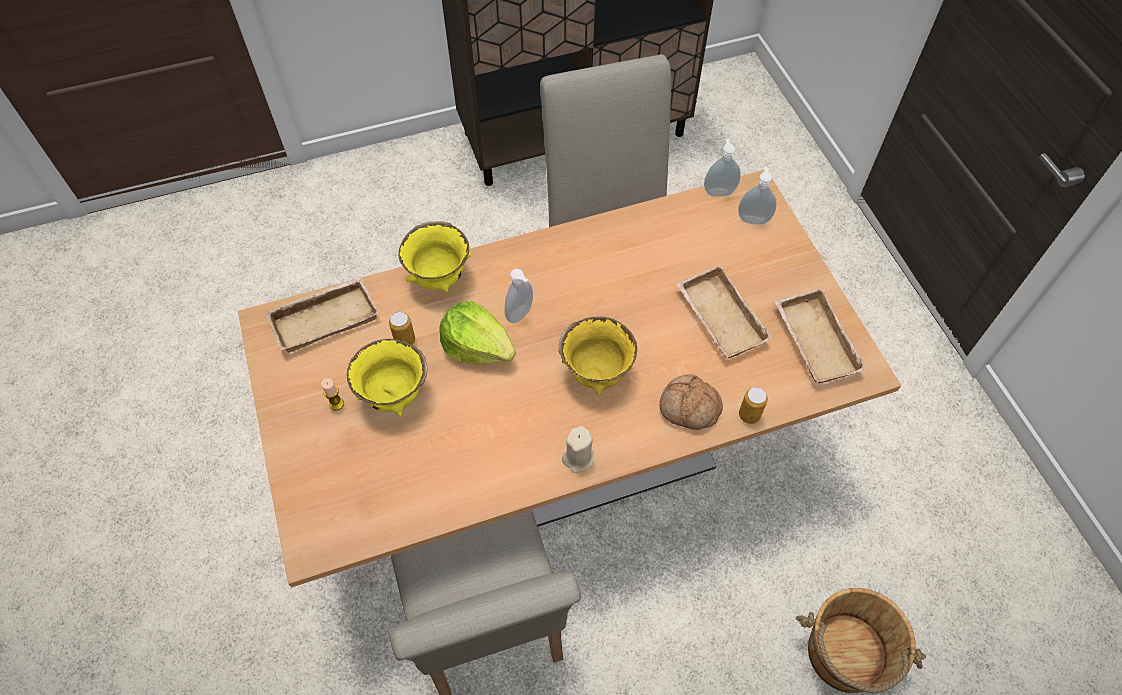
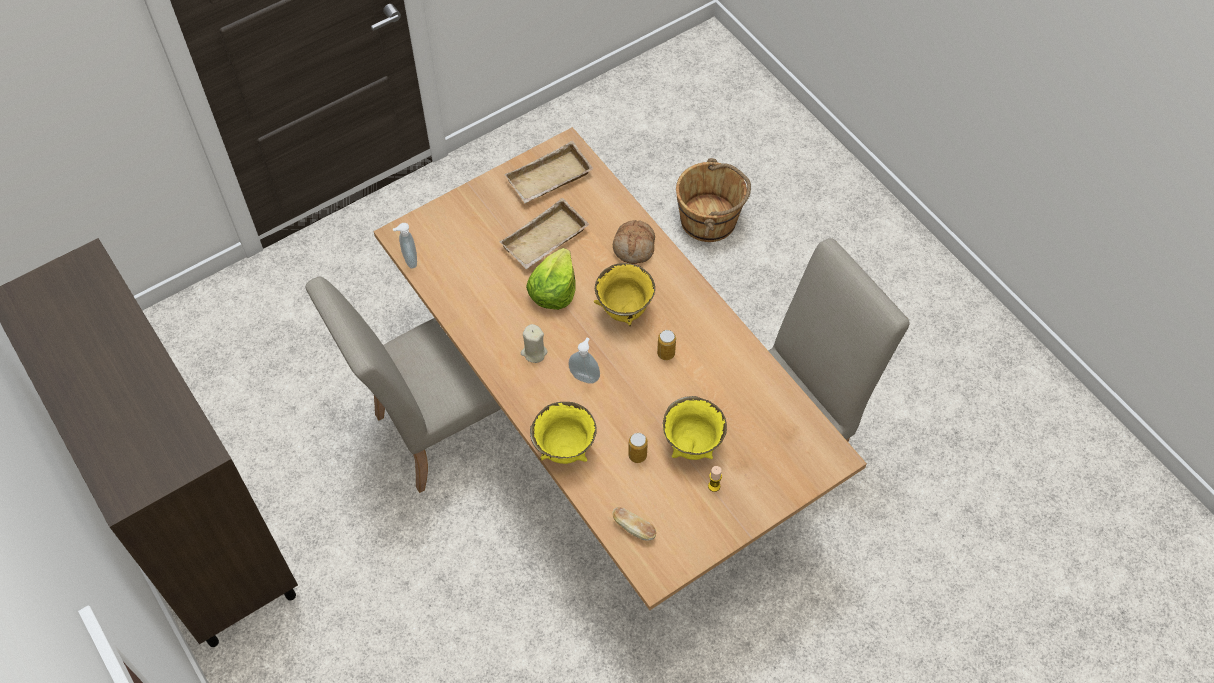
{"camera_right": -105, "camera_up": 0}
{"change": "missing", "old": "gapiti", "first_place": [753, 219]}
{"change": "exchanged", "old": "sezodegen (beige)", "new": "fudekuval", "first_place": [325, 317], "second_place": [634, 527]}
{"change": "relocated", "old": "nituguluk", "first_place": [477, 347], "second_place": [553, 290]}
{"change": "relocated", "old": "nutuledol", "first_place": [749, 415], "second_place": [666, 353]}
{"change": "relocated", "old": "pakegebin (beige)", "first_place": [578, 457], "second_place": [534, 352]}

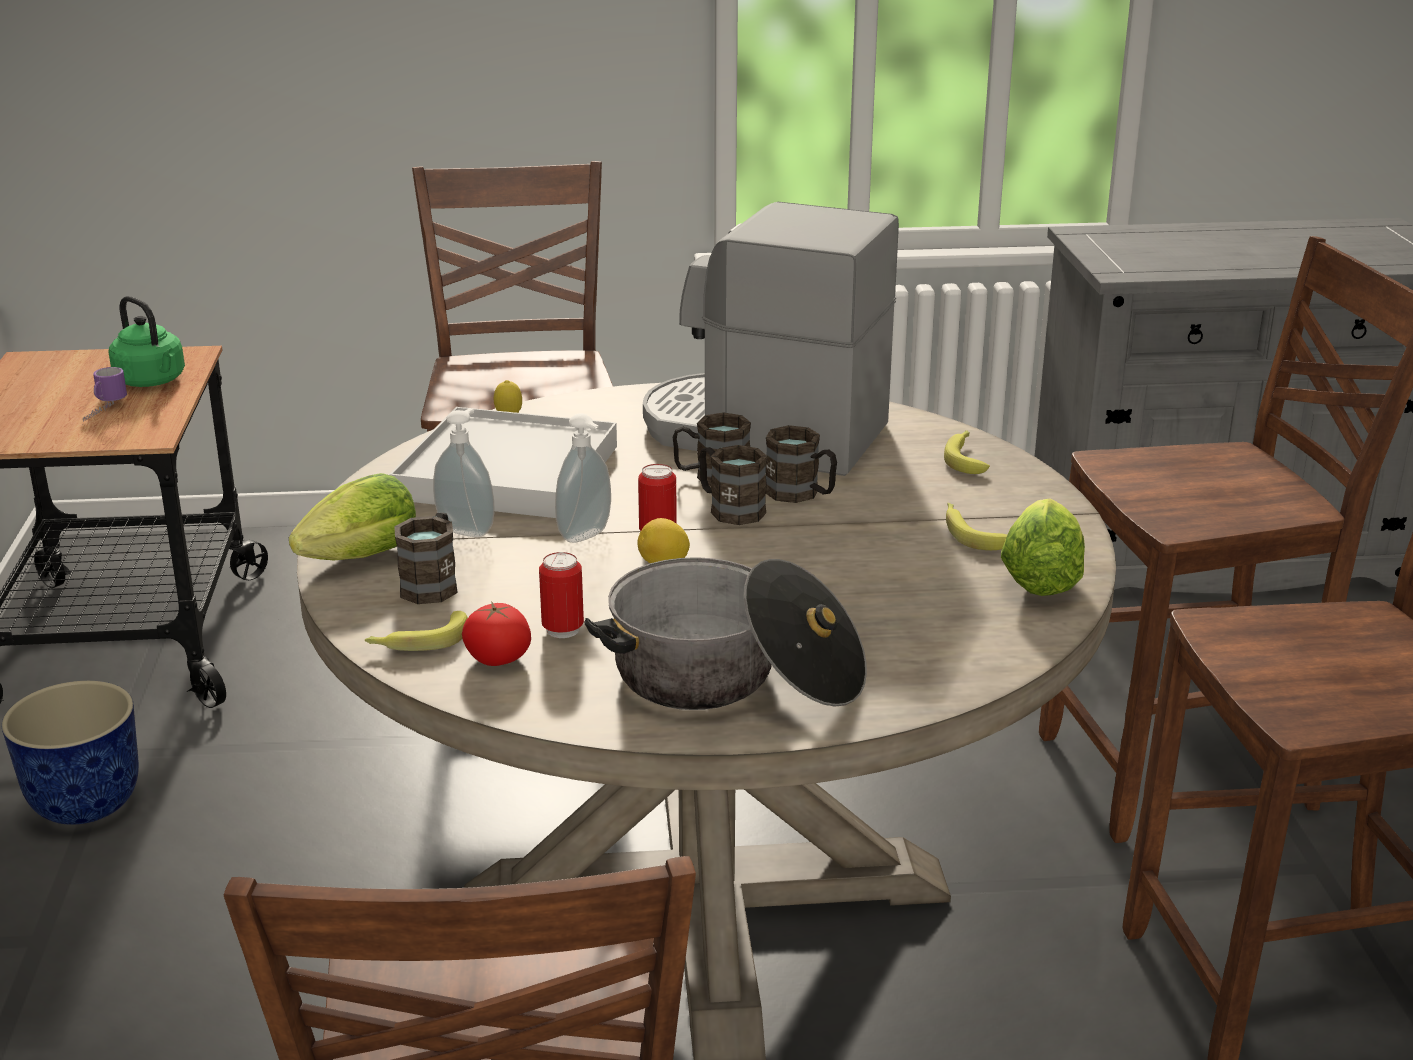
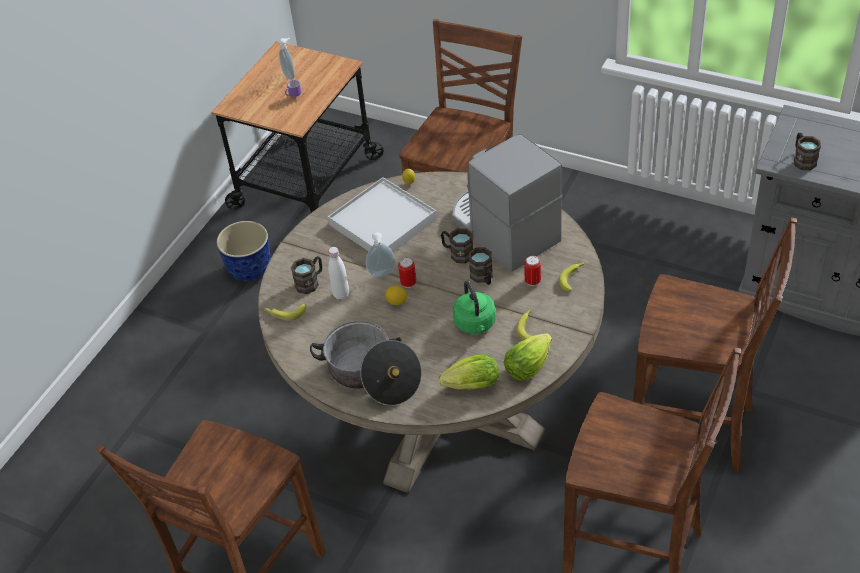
{"camera_right": 35, "camera_up": 20}
{"change": "relocated", "old": "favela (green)", "first_place": [152, 381], "second_place": [475, 324]}
{"change": "relocated", "old": "gapiti", "first_place": [468, 530], "second_place": [290, 75]}
{"change": "relocated", "old": "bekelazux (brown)", "first_place": [729, 508], "second_place": [802, 159]}
{"change": "relocated", "old": "nituguluk", "first_place": [355, 560], "second_place": [469, 386]}
{"change": "relocated", "old": "nutuledol", "first_place": [563, 630], "second_place": [532, 281]}
{"change": "missing", "old": "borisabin", "first_place": [498, 659]}
{"change": "appeared", "new": "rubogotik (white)", "second_place": [341, 294]}

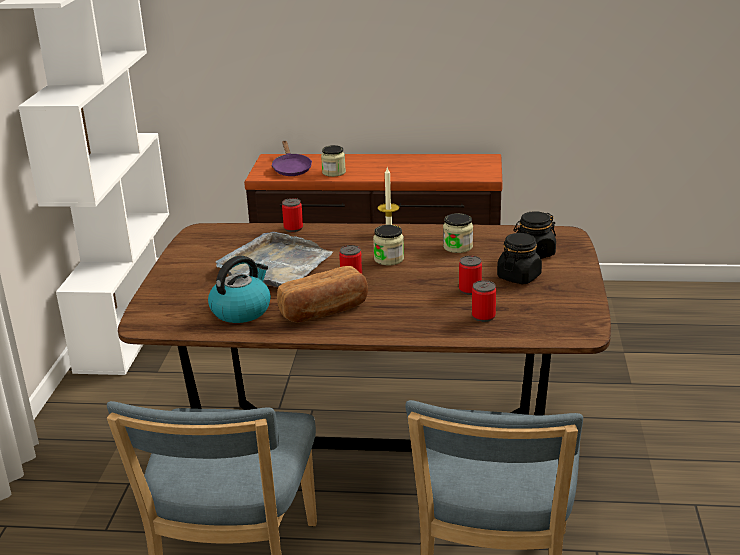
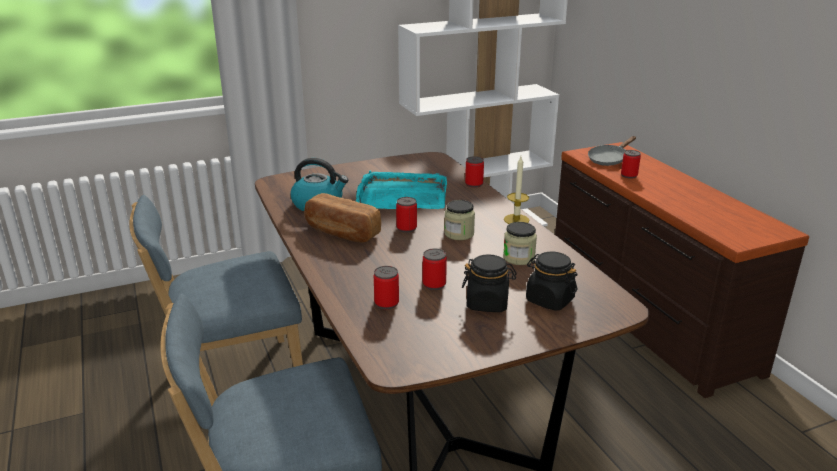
{"camera_right": 60, "camera_up": 0}
{"change": "colour", "old": "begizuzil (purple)", "new": "begizuzil (grey)", "first_place": [291, 169], "second_place": [609, 159]}
{"change": "exchanged", "old": "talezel", "new": "nutuledol", "first_place": [334, 172], "second_place": [629, 175]}
{"change": "colour", "old": "sezodegen (grey)", "new": "sezodegen (turquoise)", "first_place": [275, 265], "second_place": [401, 195]}

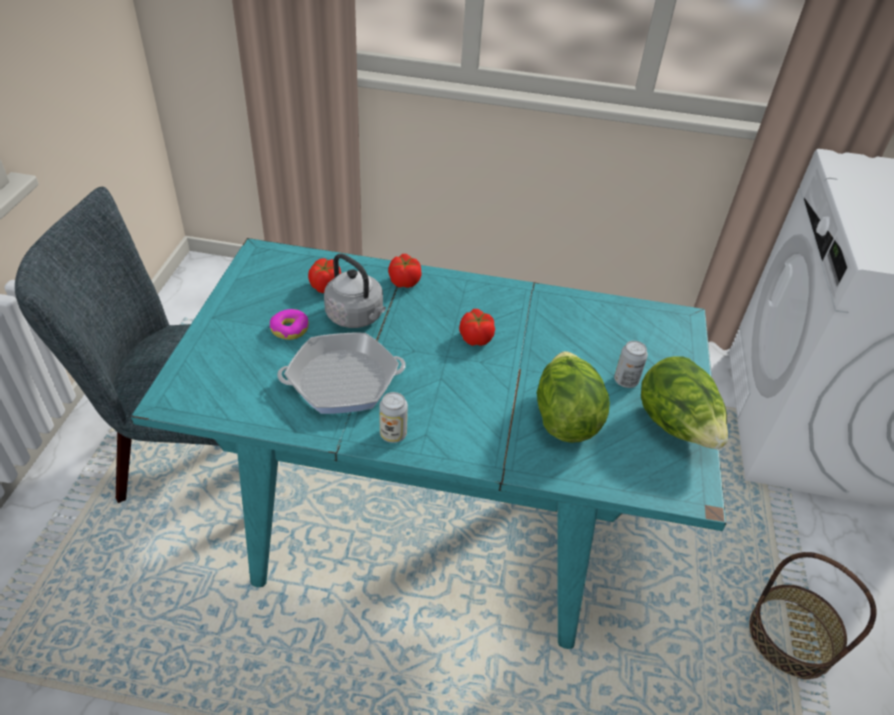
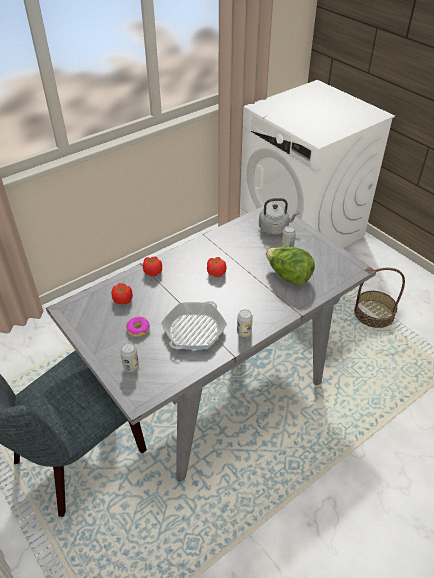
{"camera_right": -45, "camera_up": 0}
{"change": "colour", "old": "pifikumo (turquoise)", "new": "pifikumo (grey)", "first_place": [434, 520], "second_place": [216, 384]}
{"change": "relocated", "old": "favela (grey)", "first_place": [357, 317], "second_place": [275, 228]}
{"change": "missing", "old": "nituguluk", "first_place": [676, 426]}
{"change": "appeared", "new": "nutuledol", "second_place": [131, 366]}

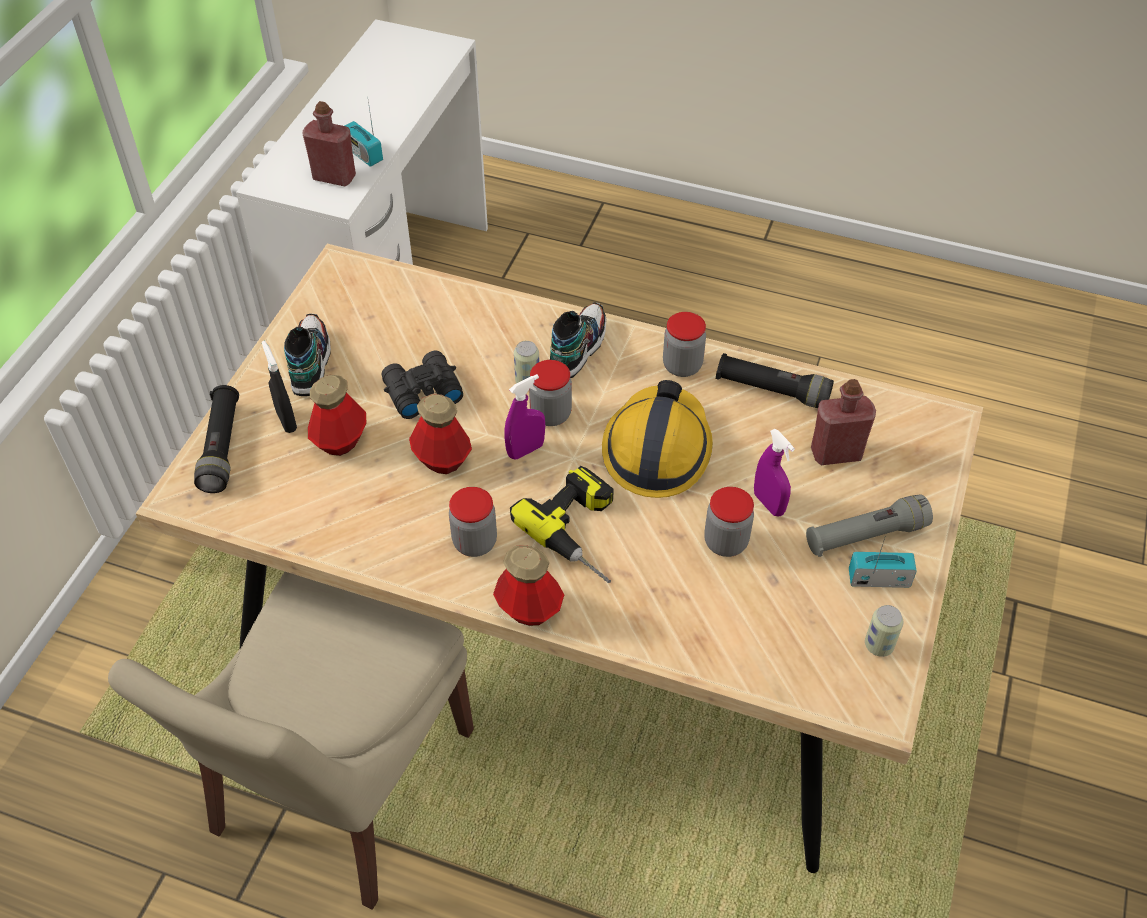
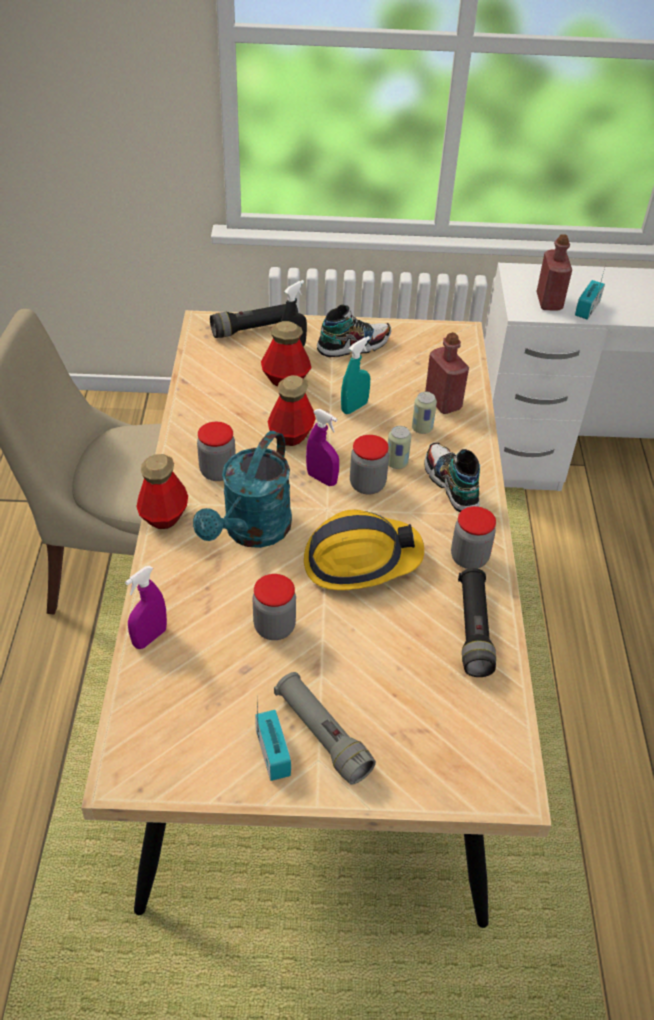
{"camera_right": 70, "camera_up": -5}
{"change": "spun", "old": "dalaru", "first_place": [577, 348], "second_place": [451, 485], "degrees": -120}
{"change": "exchanged", "old": "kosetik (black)", "new": "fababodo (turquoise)", "first_place": [421, 391], "second_place": [354, 407]}
{"change": "relocated", "old": "rubogotik (red)", "first_place": [836, 453], "second_place": [443, 402]}
{"change": "relocated", "old": "fababodo (purple)", "first_place": [768, 504], "second_place": [150, 637]}
{"change": "exchanged", "old": "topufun", "new": "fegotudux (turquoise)", "first_place": [585, 531], "second_place": [251, 532]}
{"change": "relocated", "old": "nutuledol", "first_place": [878, 645], "second_place": [422, 428]}

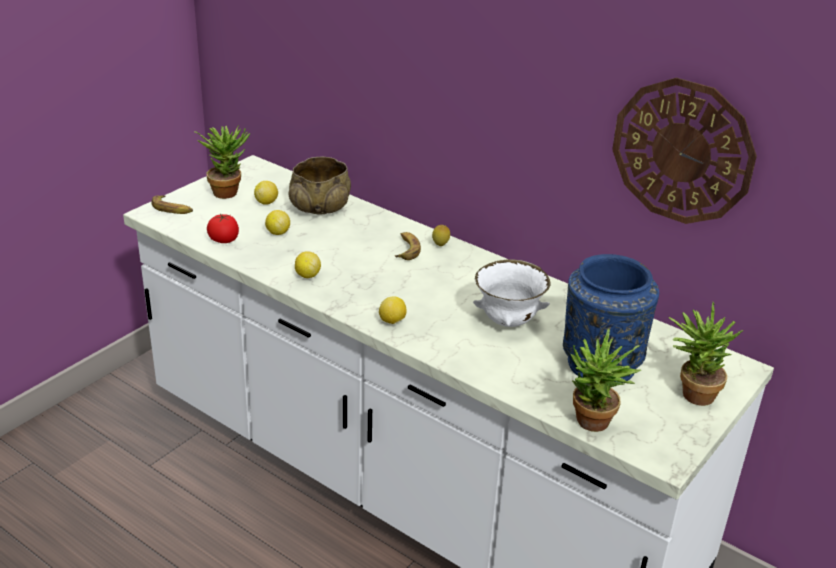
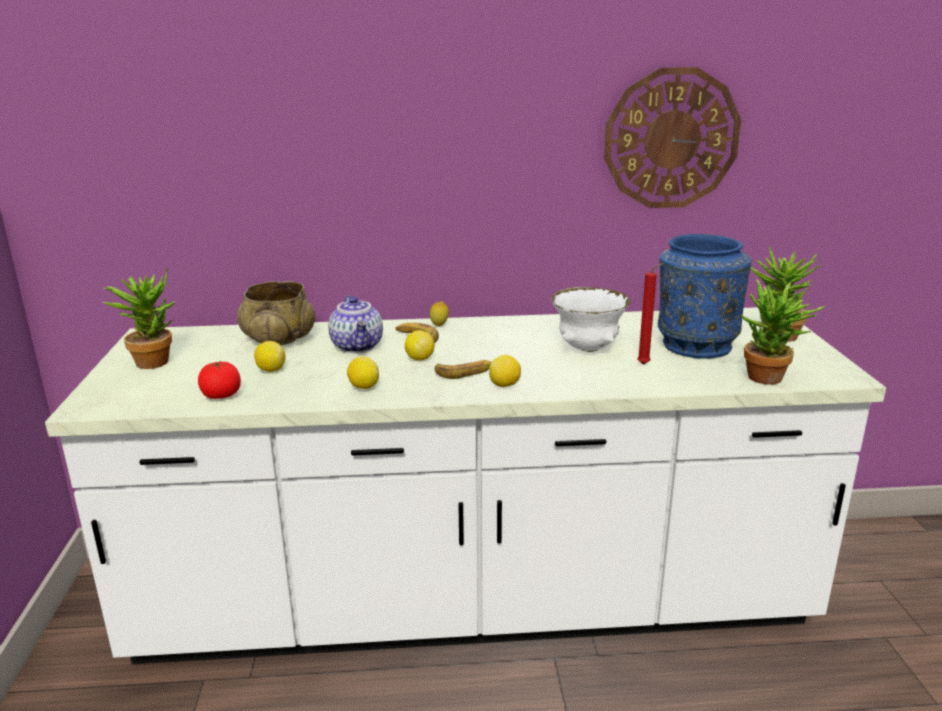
{"camera_right": -40, "camera_up": -10}
{"change": "relocated", "old": "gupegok", "first_place": [266, 202], "second_place": [420, 358]}
{"change": "relocated", "old": "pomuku", "first_place": [172, 209], "second_place": [465, 372]}
{"change": "appeared", "new": "pakegebin (red)", "second_place": [645, 364]}
{"change": "appeared", "new": "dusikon", "second_place": [358, 346]}

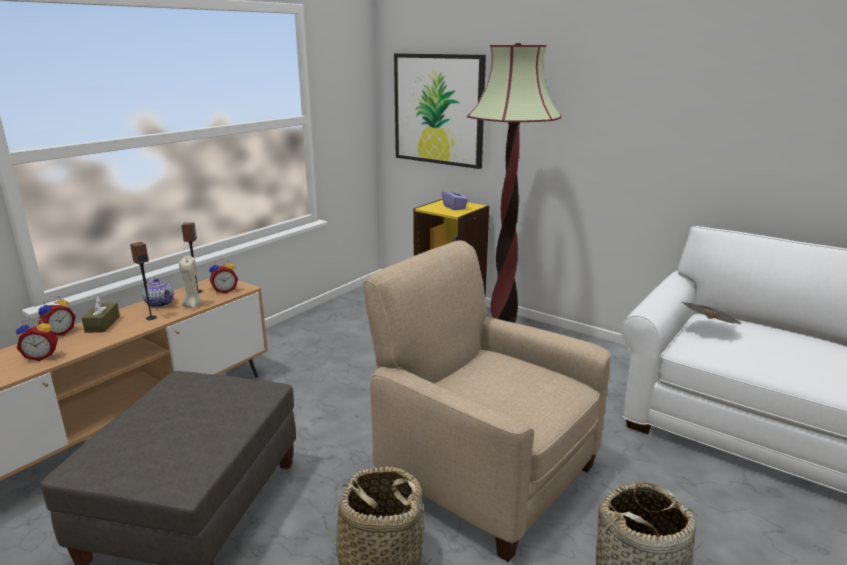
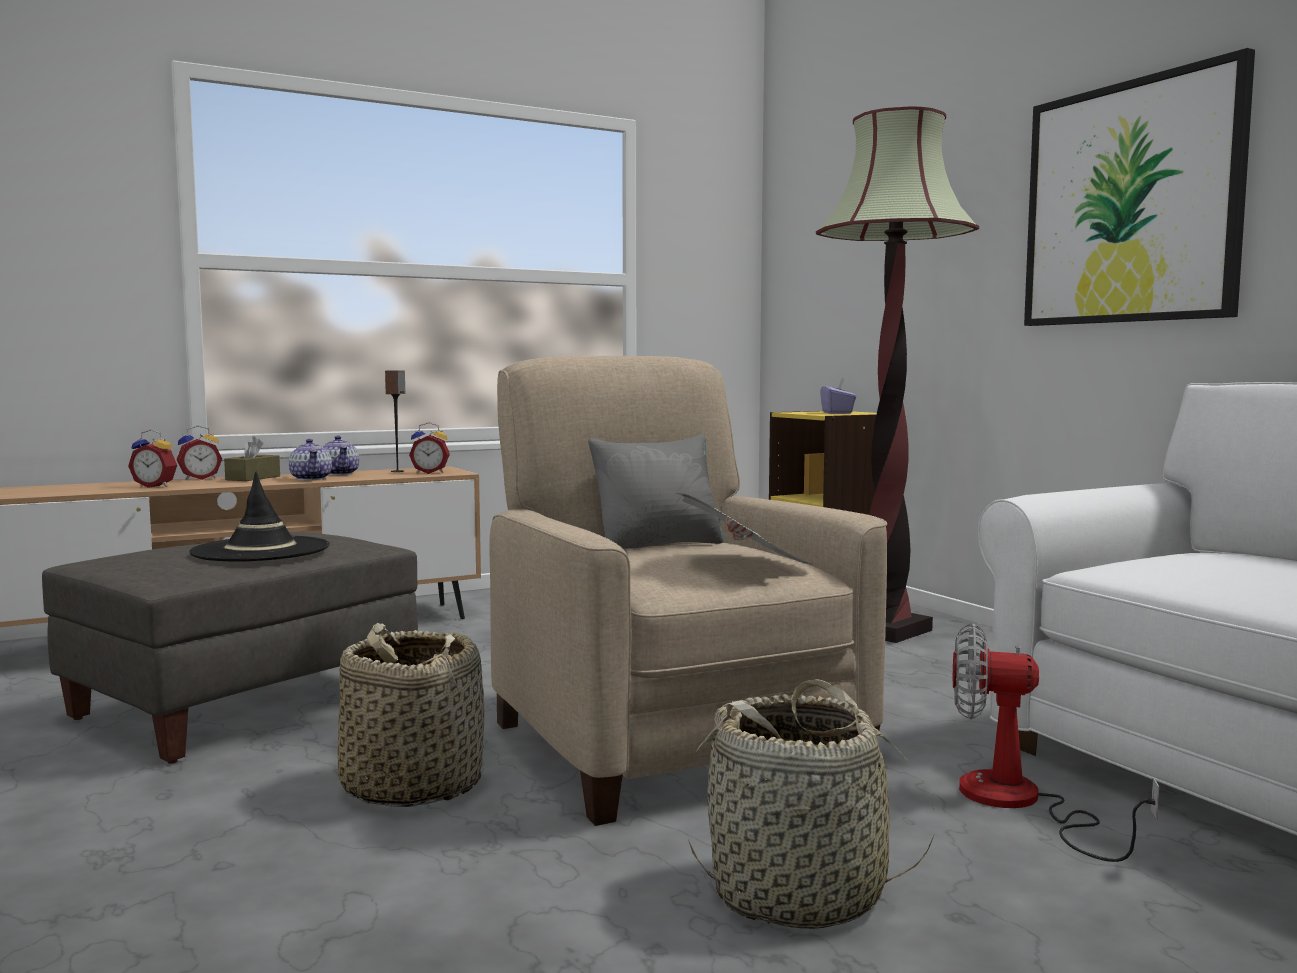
{"camera_right": 25, "camera_up": -15}
{"change": "relocated", "old": "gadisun", "first_place": [438, 109], "second_place": [1130, 203]}
{"change": "exchanged", "old": "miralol", "new": "dusikon", "first_place": [151, 318], "second_place": [311, 478]}
{"change": "missing", "old": "pakegebin (beige)", "first_place": [192, 305]}
{"change": "relocated", "old": "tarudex", "first_place": [709, 328], "second_place": [744, 565]}
{"change": "appeared", "new": "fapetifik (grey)", "second_place": [659, 545]}
{"change": "appeared", "new": "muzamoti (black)", "second_place": [261, 550]}
{"change": "appeared", "new": "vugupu", "second_place": [1019, 803]}

